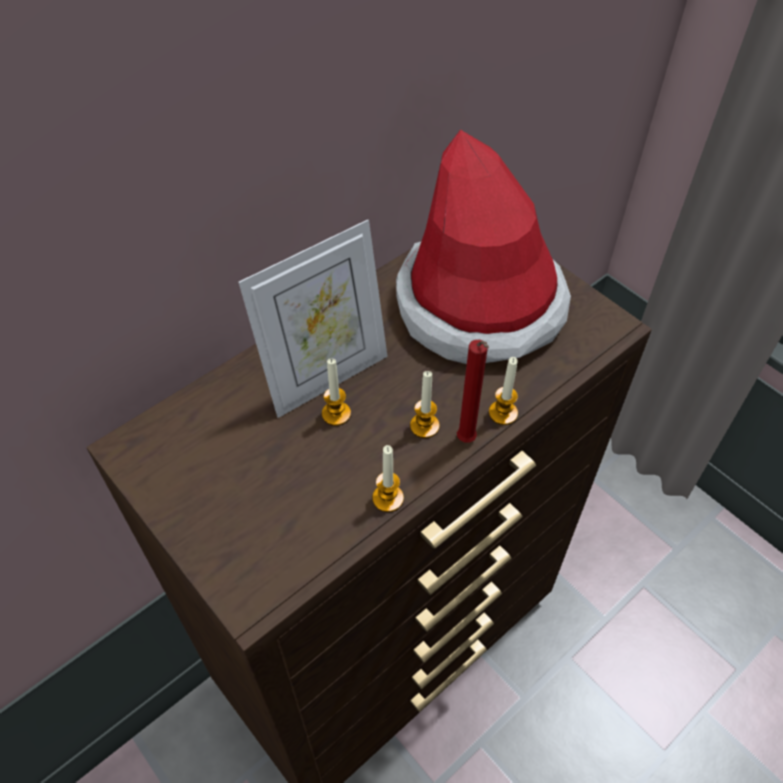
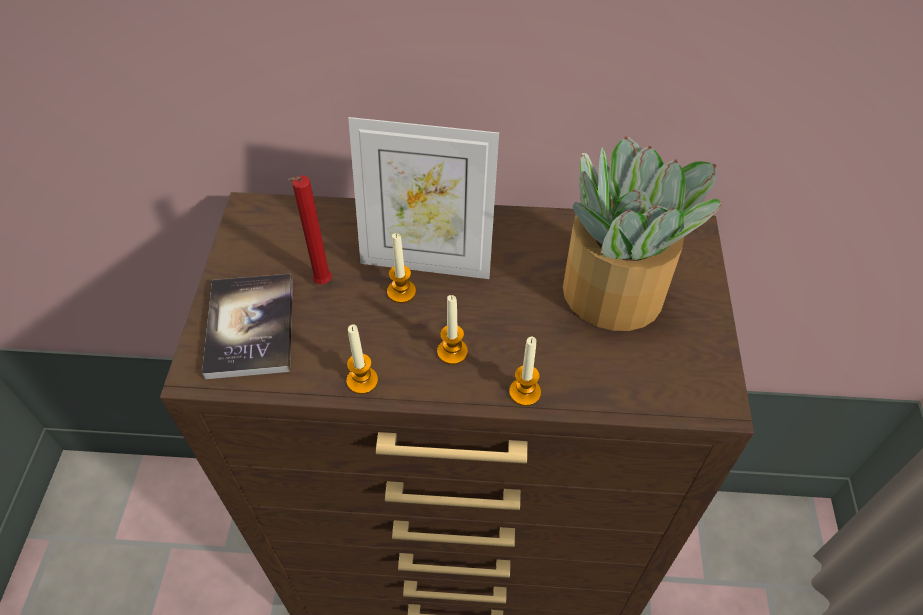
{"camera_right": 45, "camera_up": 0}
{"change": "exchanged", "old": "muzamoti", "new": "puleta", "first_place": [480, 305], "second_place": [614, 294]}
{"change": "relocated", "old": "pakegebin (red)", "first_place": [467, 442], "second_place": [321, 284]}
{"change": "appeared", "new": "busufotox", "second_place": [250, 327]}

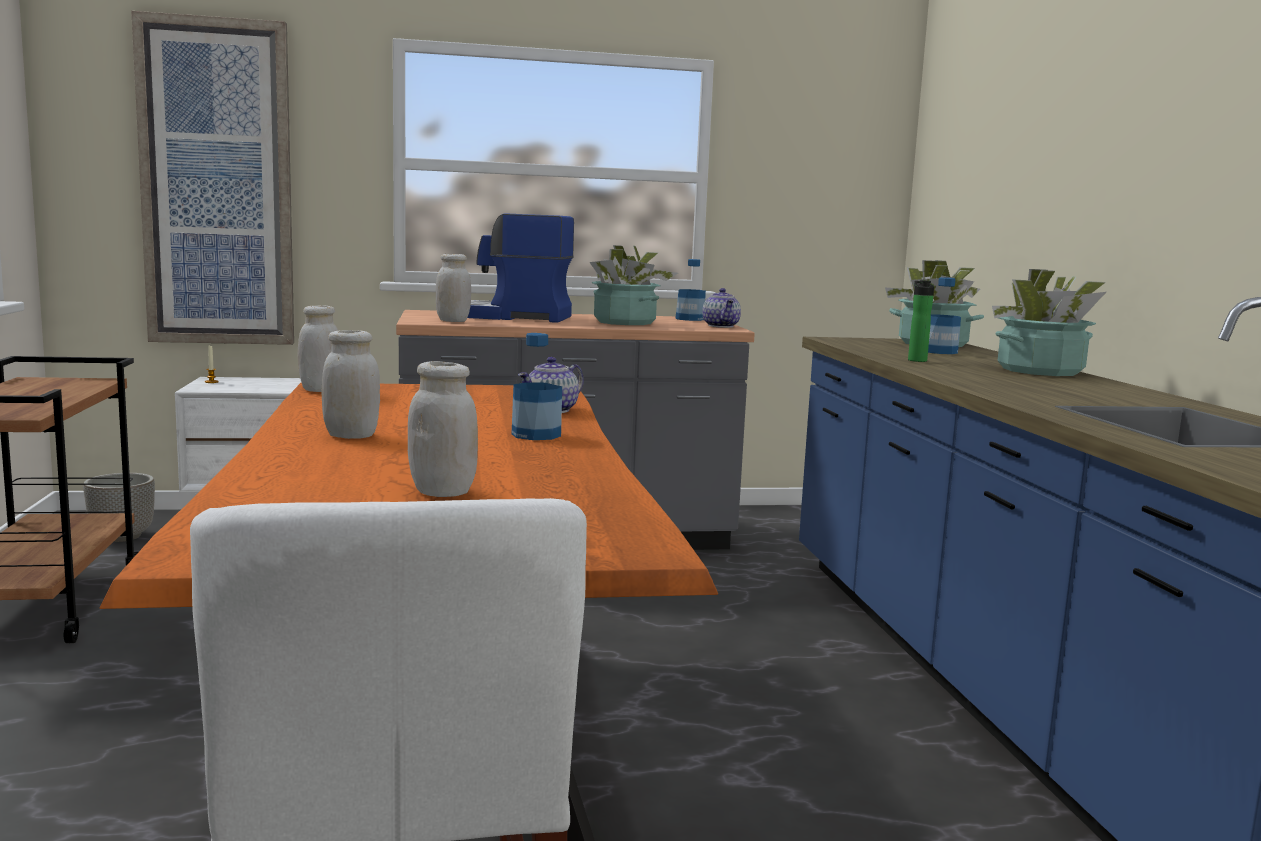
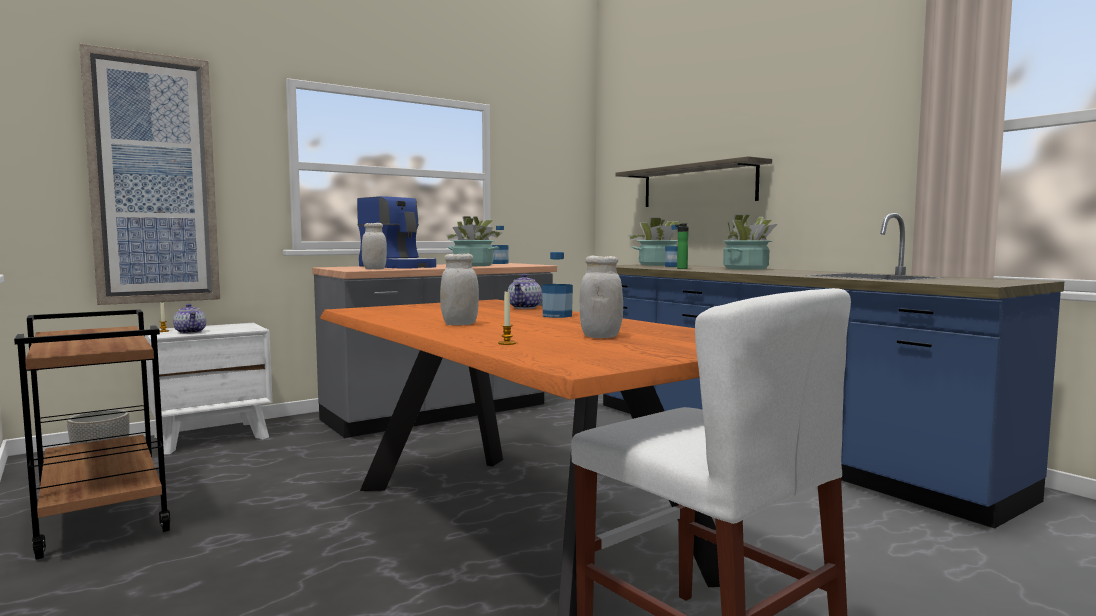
{"camera_right": -25, "camera_up": -5}
{"change": "spun", "old": "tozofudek", "first_place": [512, 317], "second_place": [399, 266], "degrees": -120}
{"change": "relocated", "old": "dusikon", "first_place": [721, 326], "second_place": [191, 332]}
{"change": "missing", "old": "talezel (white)", "first_place": [320, 390]}
{"change": "appeared", "new": "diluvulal", "second_place": [697, 185]}
{"change": "appeared", "new": "pakegebin", "second_place": [507, 343]}

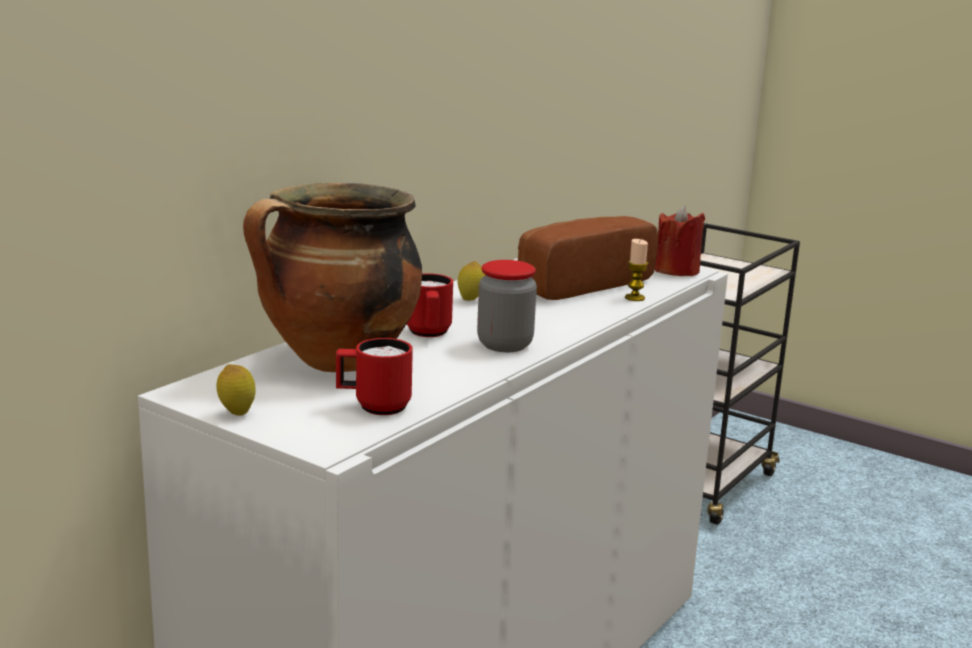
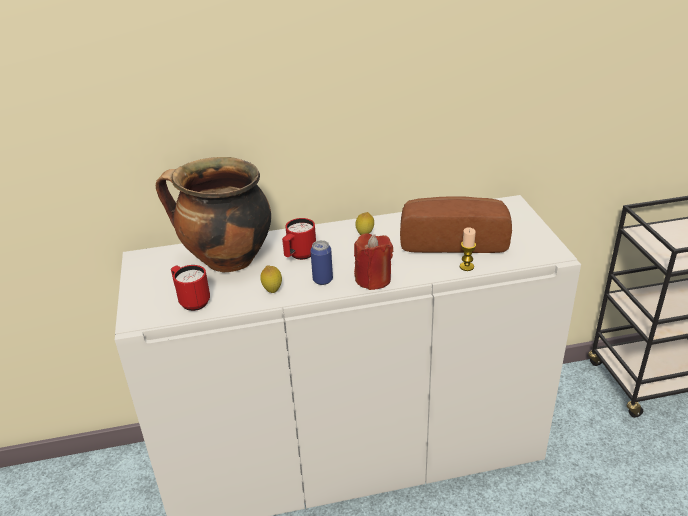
{"camera_right": 45, "camera_up": 15}
{"change": "relocated", "old": "pakegebin (red)", "first_place": [676, 271], "second_place": [373, 279]}
{"change": "exchanged", "old": "talezel", "new": "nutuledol", "first_place": [505, 345], "second_place": [322, 280]}
{"change": "relocated", "old": "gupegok", "first_place": [237, 413], "second_place": [272, 290]}

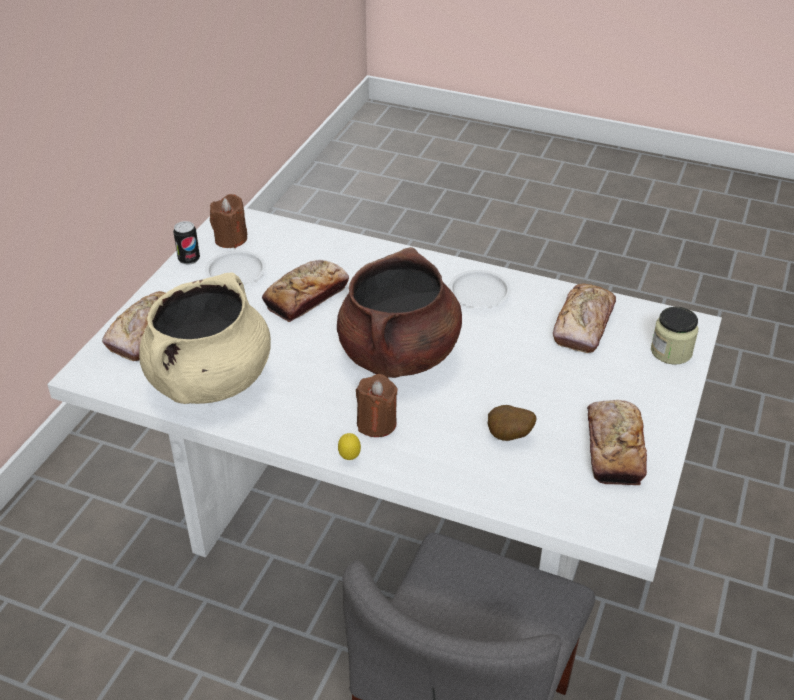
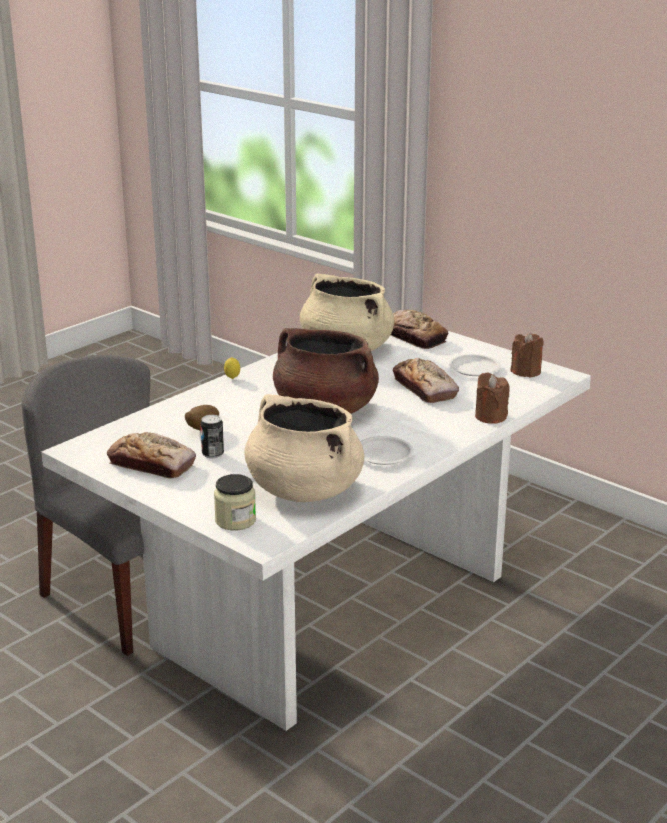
{"camera_right": 110, "camera_up": -15}
{"change": "relocated", "old": "nutuledol", "first_place": [189, 259], "second_place": [213, 454]}
{"change": "exchanged", "old": "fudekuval", "new": "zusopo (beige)", "first_place": [583, 325], "second_place": [303, 490]}
{"change": "relocated", "old": "pakegebin (brown)", "first_place": [376, 423], "second_place": [490, 416]}

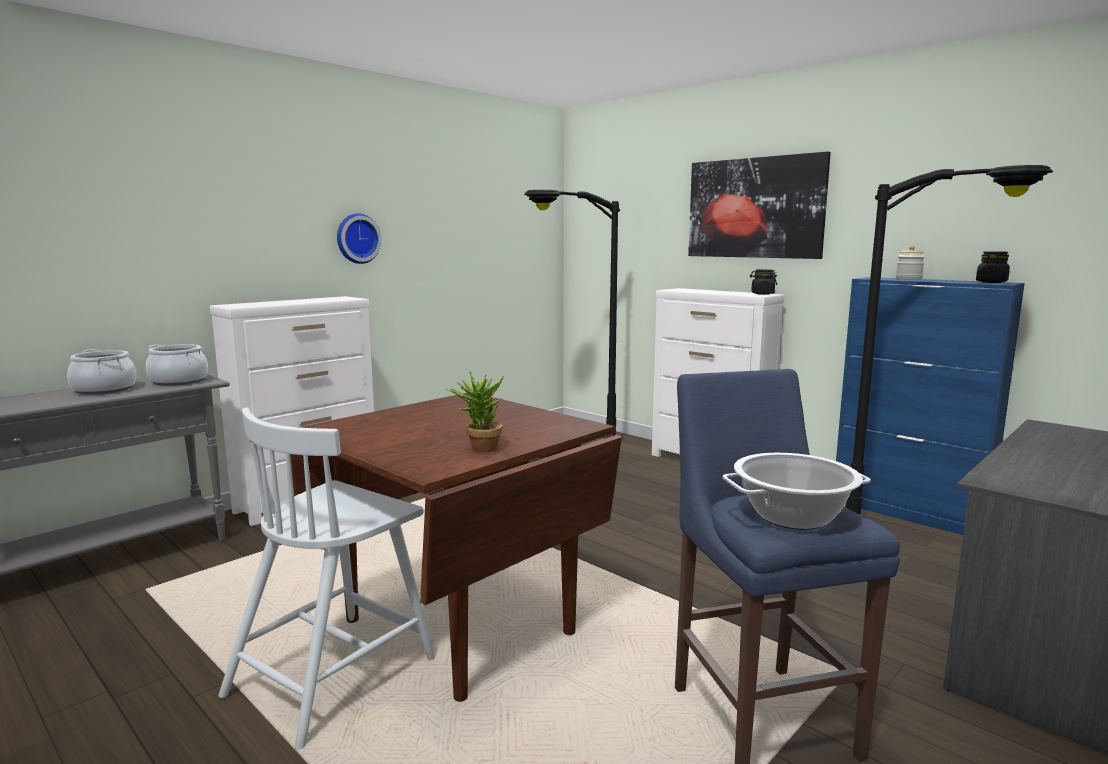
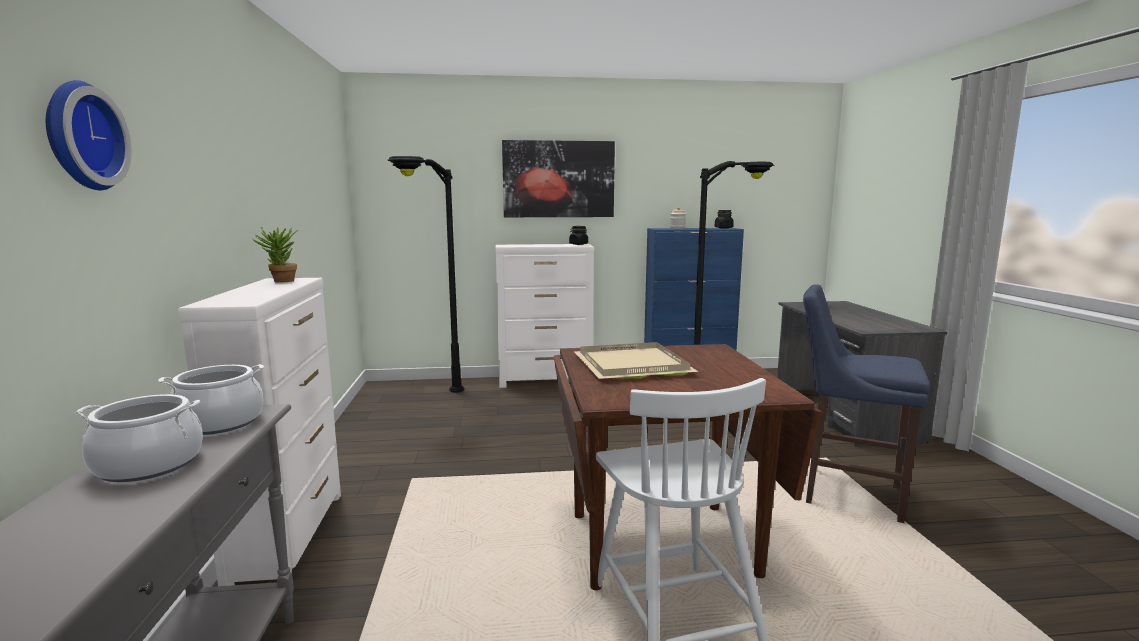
{"camera_right": -50, "camera_up": 0}
{"change": "relocated", "old": "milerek", "first_place": [357, 238], "second_place": [79, 136]}
{"change": "relocated", "old": "puleta", "first_place": [479, 449], "second_place": [280, 281]}
{"change": "missing", "old": "zusopo", "first_place": [793, 516]}
{"change": "appeared", "new": "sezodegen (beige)", "second_place": [634, 366]}

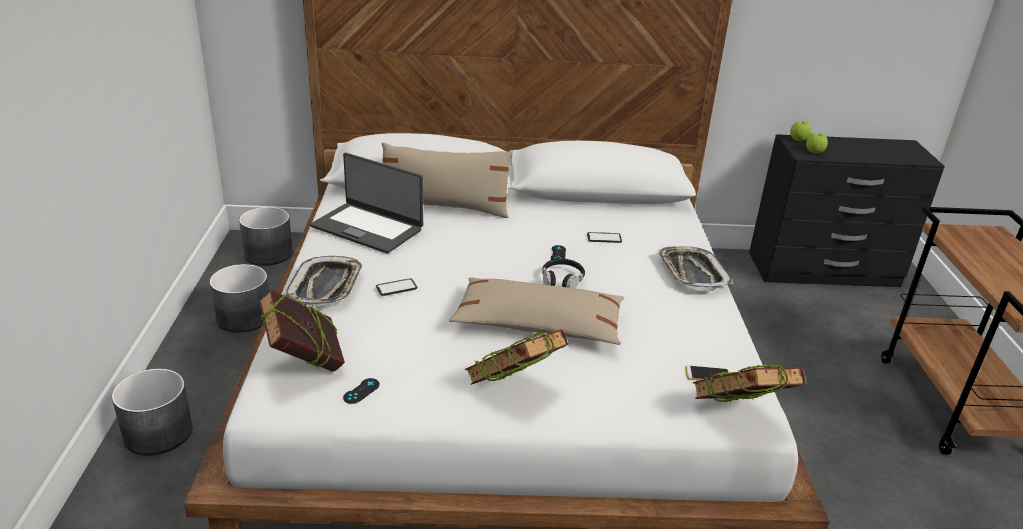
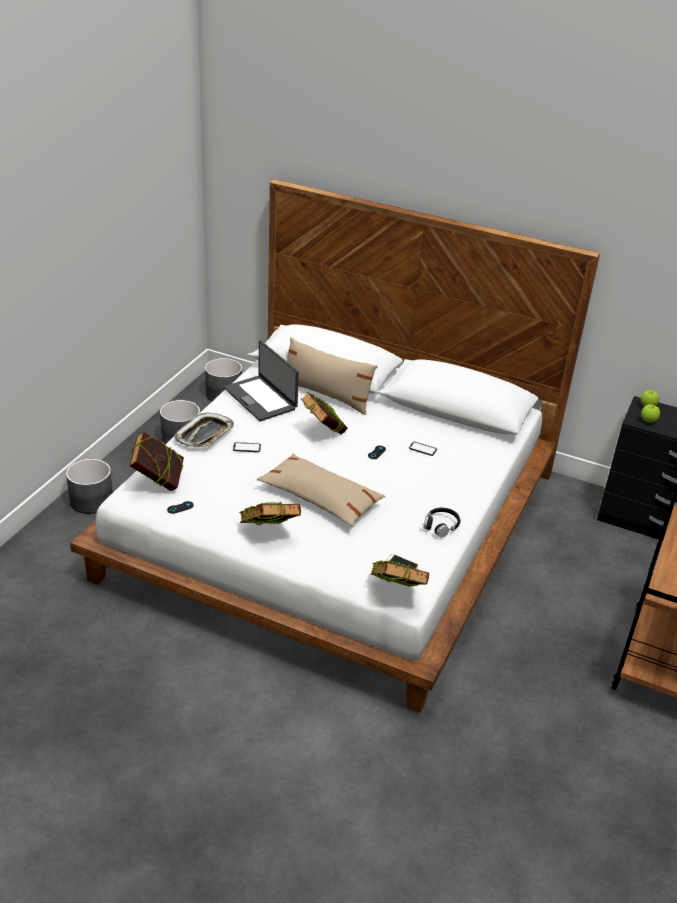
{"camera_right": 25, "camera_up": 5}
{"change": "missing", "old": "sezodegen", "first_place": [692, 273]}
{"change": "relocated", "old": "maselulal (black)", "first_place": [562, 280], "second_place": [441, 526]}
{"change": "appeared", "new": "busufotox", "second_place": [323, 433]}

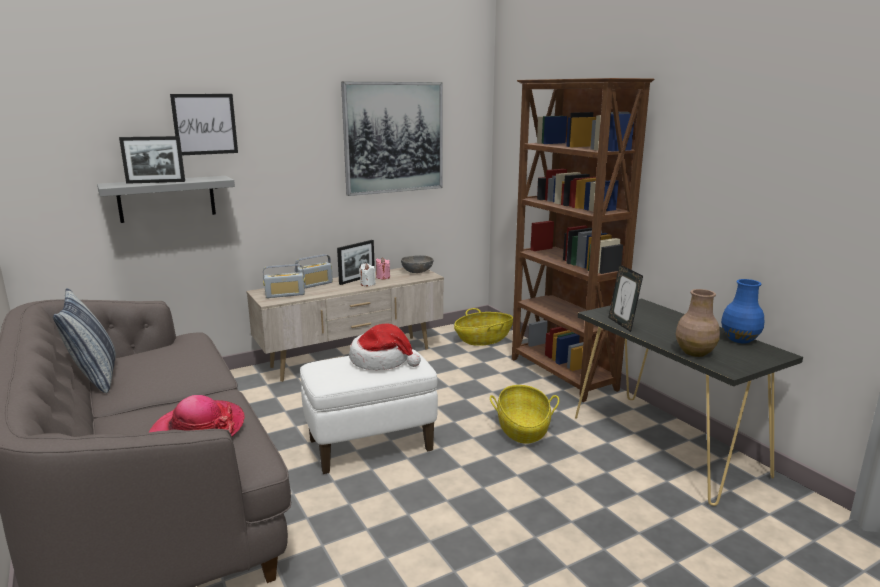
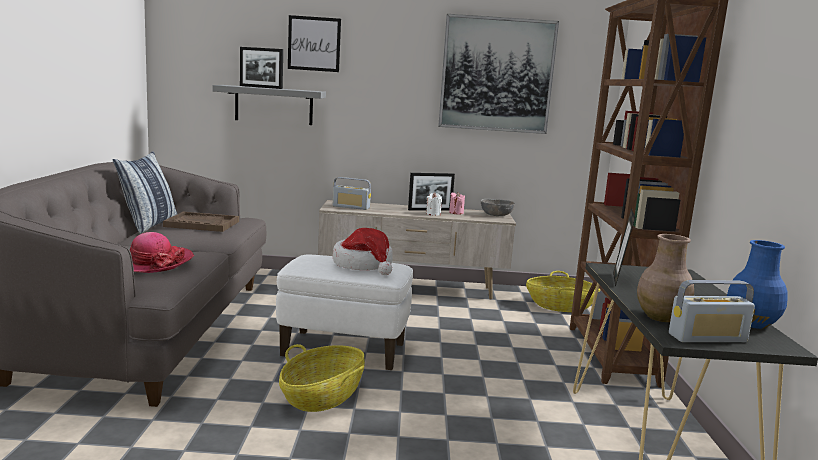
{"camera_right": 30, "camera_up": -5}
{"change": "relocated", "old": "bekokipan", "first_place": [314, 284], "second_place": [707, 338]}
{"change": "relocated", "old": "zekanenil", "first_place": [523, 429], "second_place": [322, 396]}
{"change": "appeared", "new": "sezodegen (brown)", "second_place": [202, 224]}

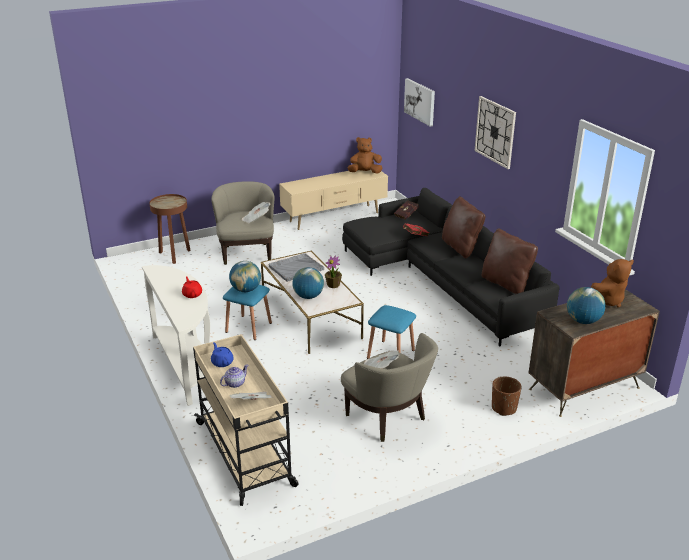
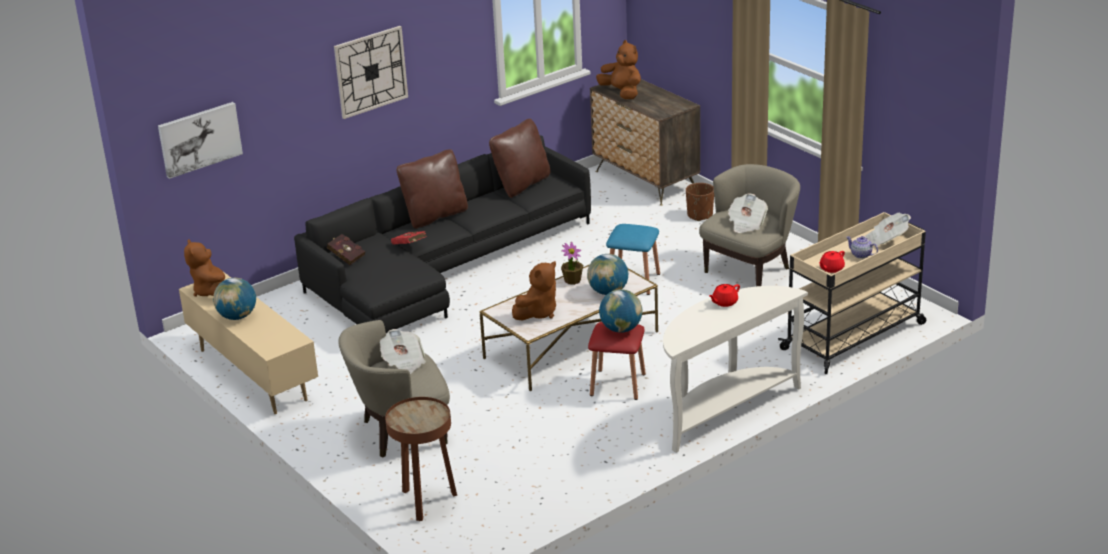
{"camera_right": -100, "camera_up": 0}
{"change": "exchanged", "old": "sezodegen (grey)", "new": "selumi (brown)", "first_place": [295, 268], "second_place": [538, 313]}
{"change": "colour", "old": "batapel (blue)", "new": "batapel (red)", "first_place": [248, 327], "second_place": [617, 384]}
{"change": "relocated", "old": "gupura", "first_place": [583, 321], "second_place": [237, 316]}
{"change": "colour", "old": "dusikon (blue)", "new": "dusikon (red)", "first_place": [222, 362], "second_place": [831, 269]}

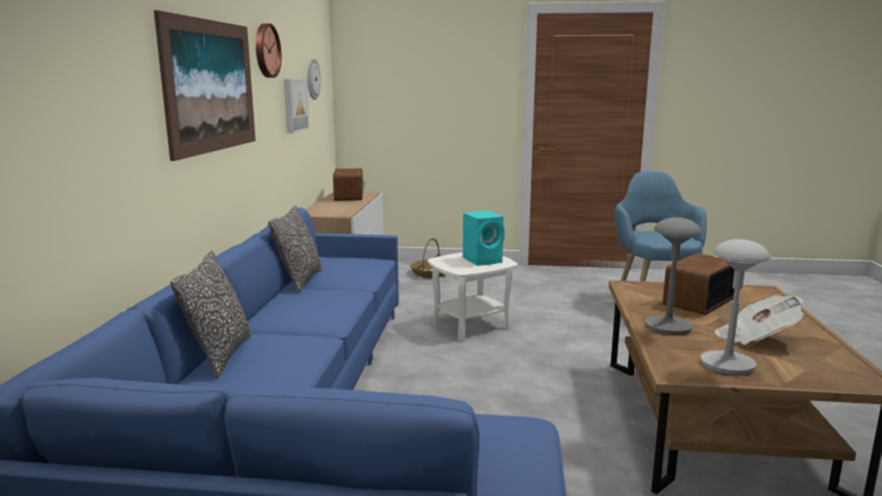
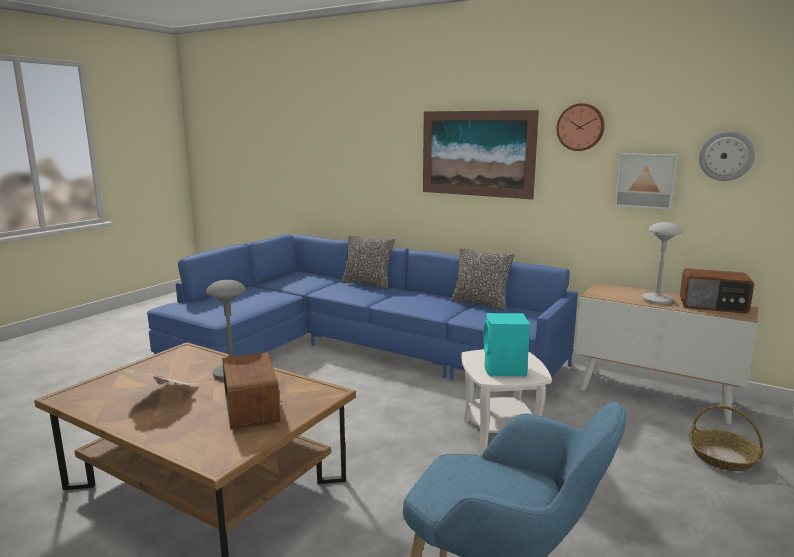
{"camera_right": 115, "camera_up": 0}
{"change": "relocated", "old": "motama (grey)", "first_place": [727, 365], "second_place": [656, 300]}

